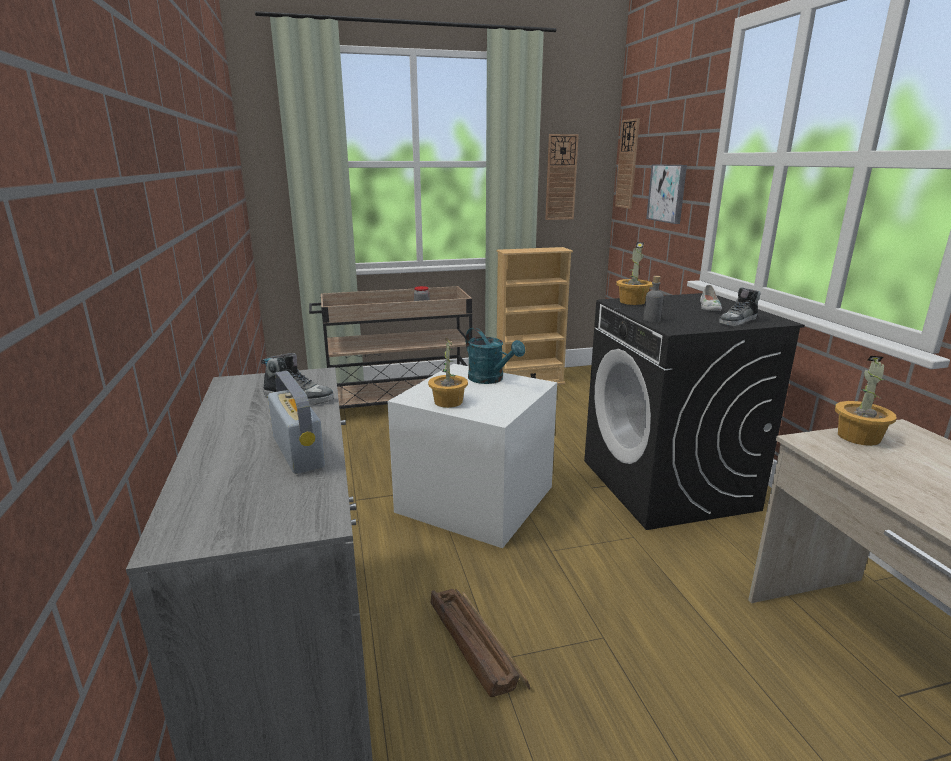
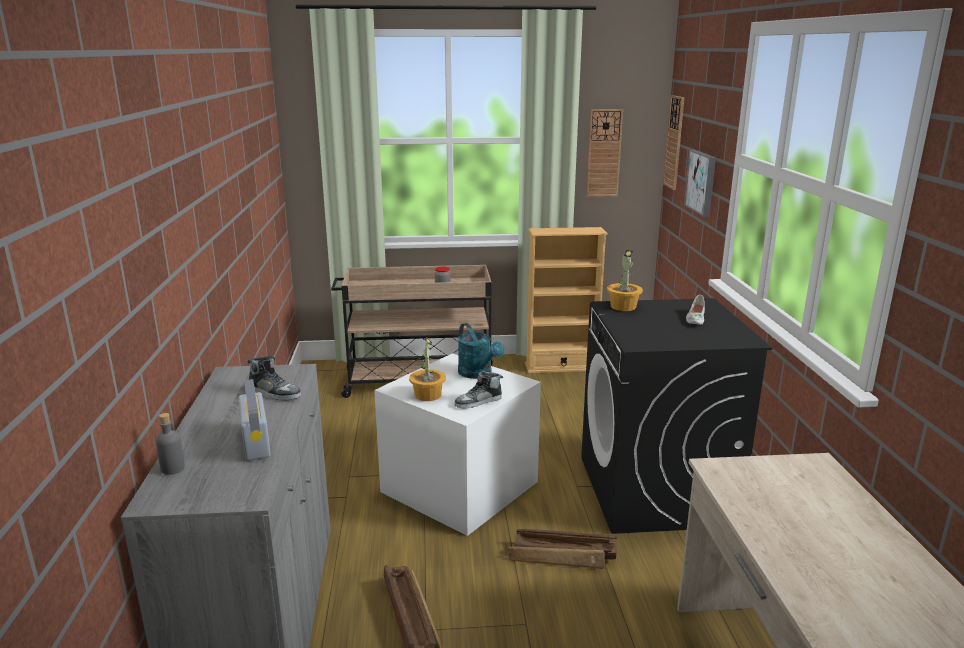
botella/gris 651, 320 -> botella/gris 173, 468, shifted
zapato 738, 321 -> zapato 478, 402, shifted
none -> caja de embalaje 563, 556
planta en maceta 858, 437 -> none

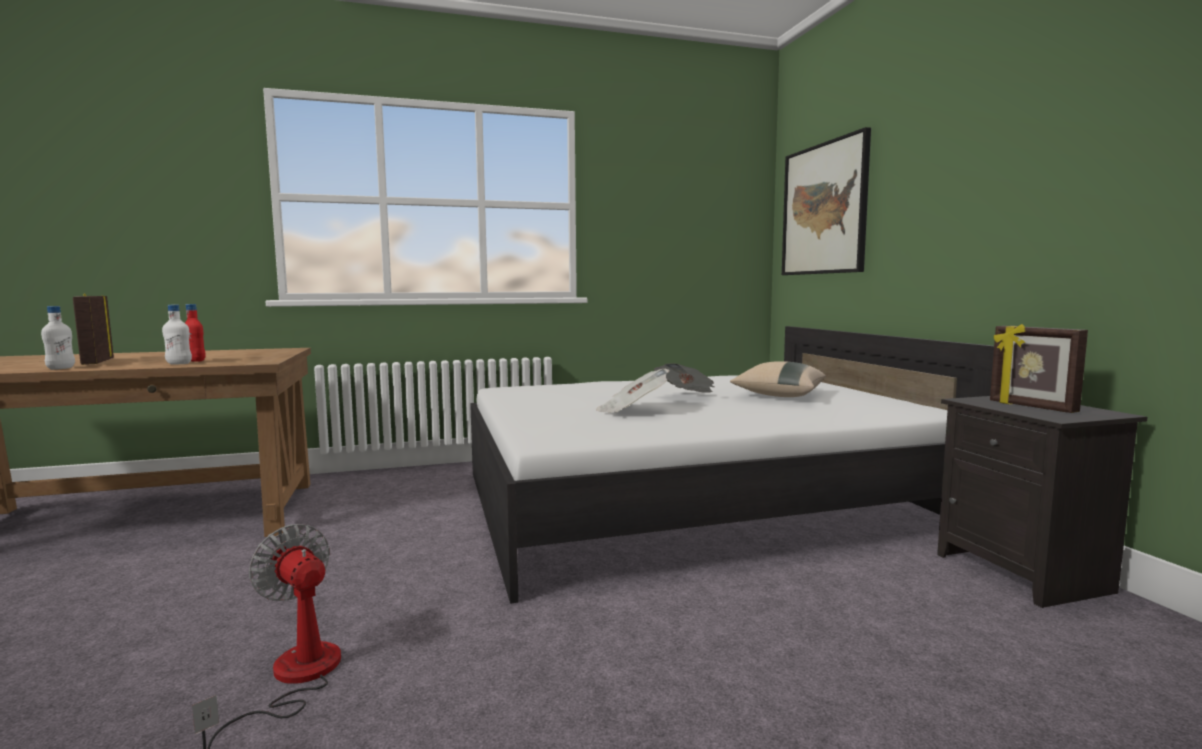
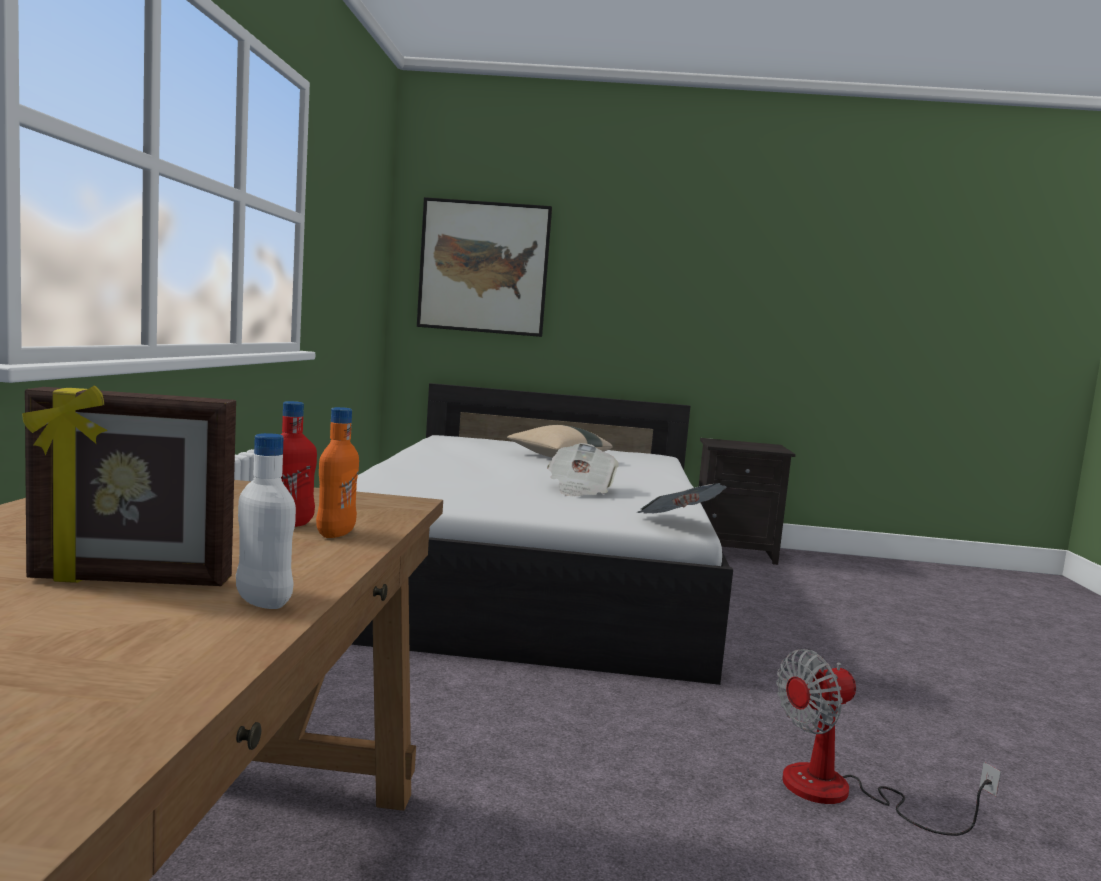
botella/blanco 179, 363 -> botella/naranja 335, 533
periódico 686, 396 -> periódico 678, 522, shifted
portarretratos 1031, 407 -> none

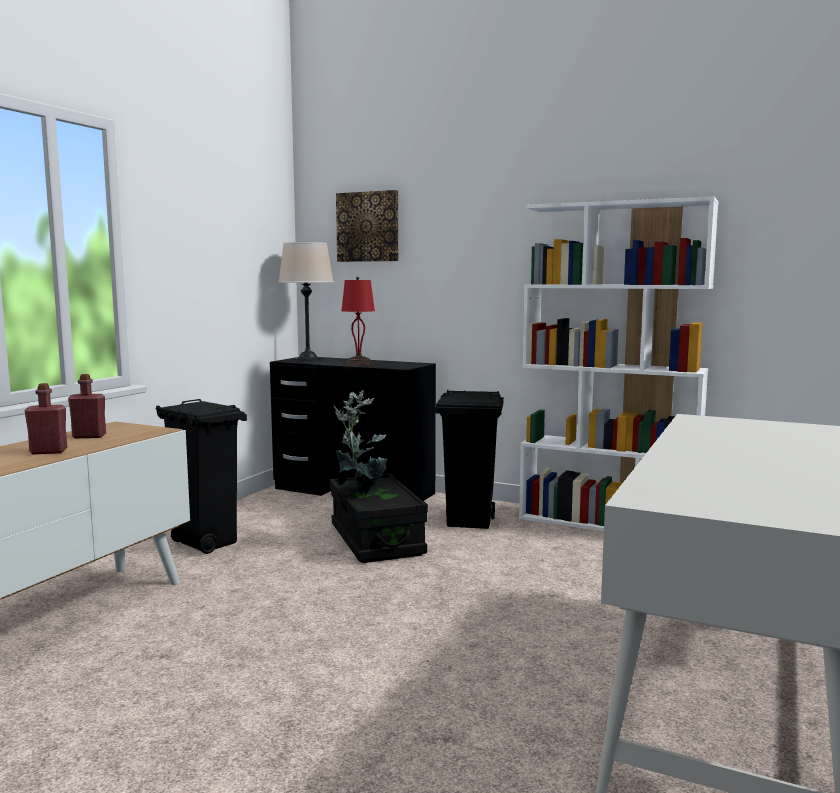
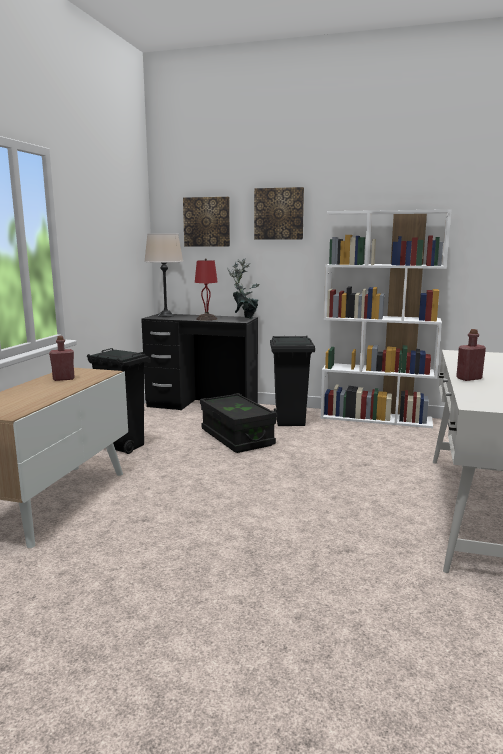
planta en maceta 360, 492 -> planta en maceta 244, 318, shifted
none -> cuadro 279, 214
botella/rojo 48, 452 -> botella/rojo 469, 378, shifted

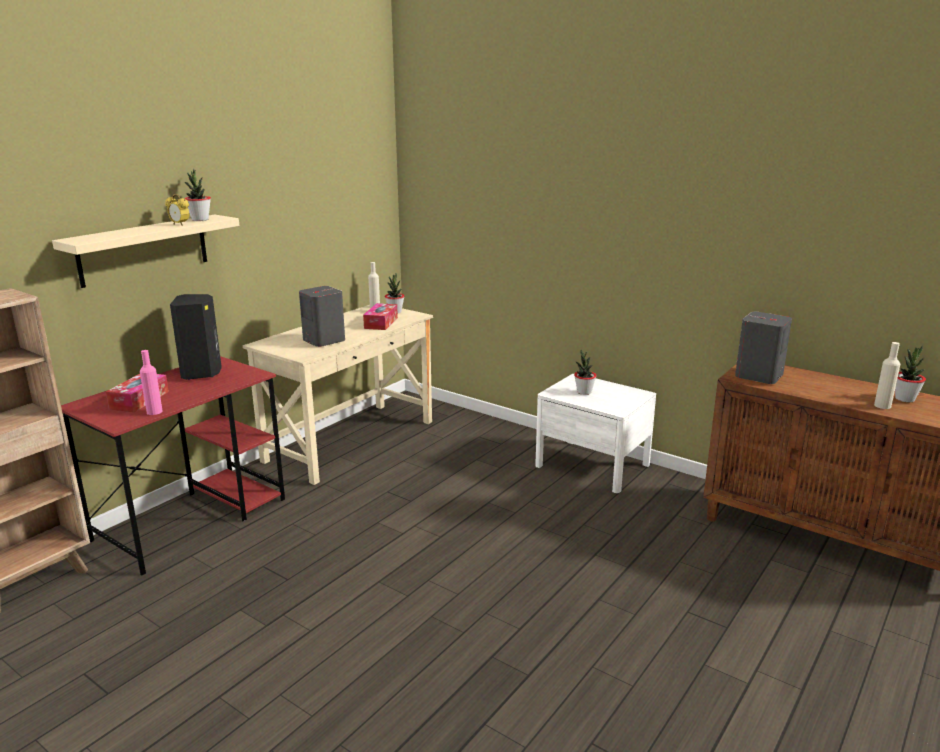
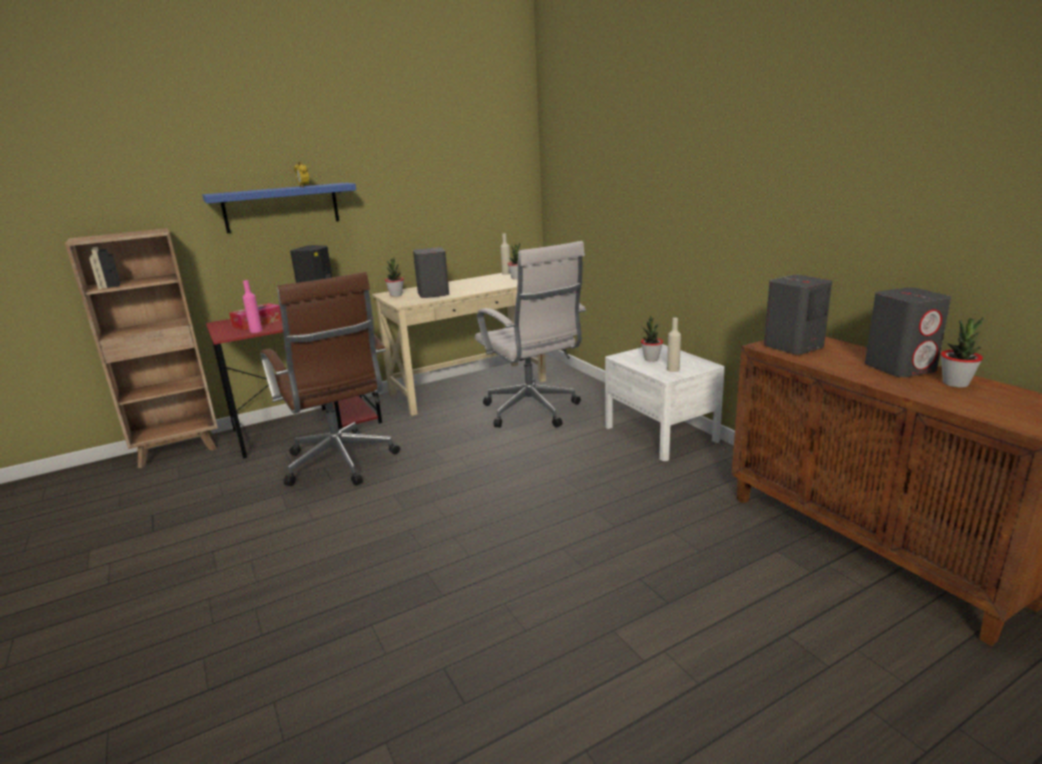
estante/beis 144, 250 -> estante/azul 281, 207
none -> silla de oficina/marrón 341, 464
planta en maceta 200, 219 -> planta en maceta 396, 295, shifted
none -> silla de oficina/blanco 533, 412
botella/beis 882, 406 -> botella/beis 673, 369, shifted
none -> altavoz/gris 900, 367
caja de pañuelos 381, 323 -> none

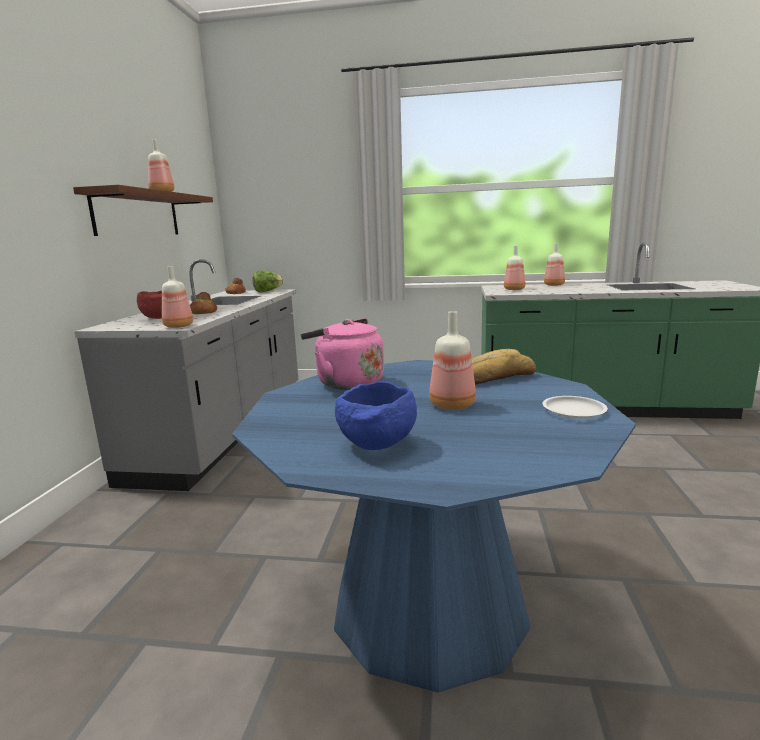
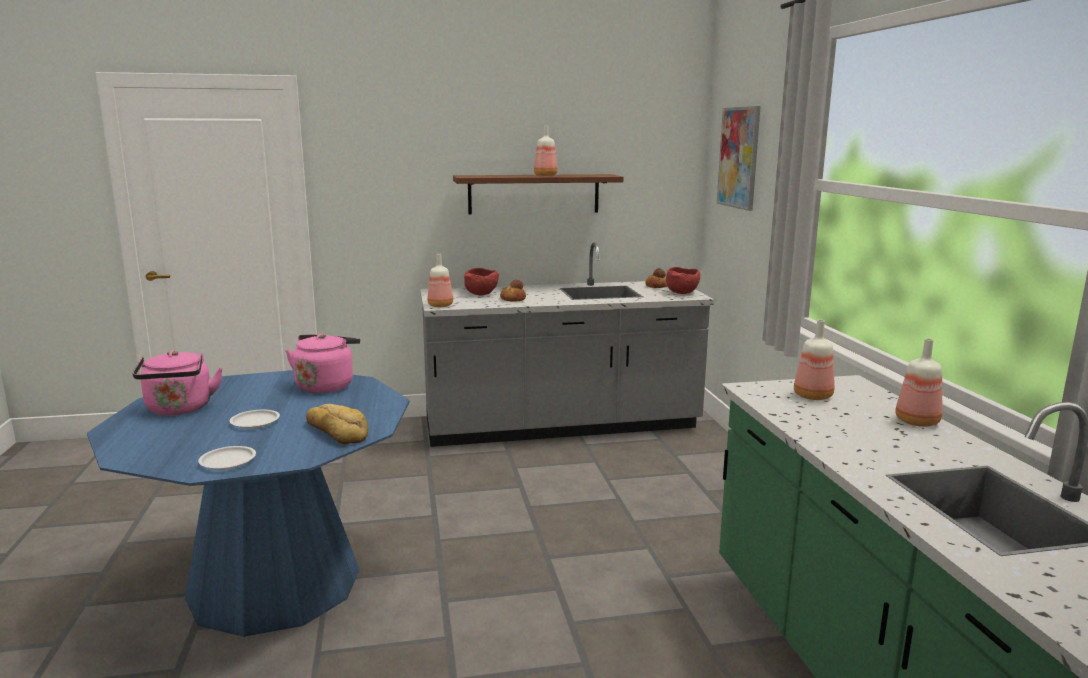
cuenco/azul 377, 446 -> hervidor/rosa 179, 410
botella 453, 406 -> plato/blanco 254, 422
lechuga 267, 291 -> cuenco/rojo 682, 293
none -> cuadro 739, 157

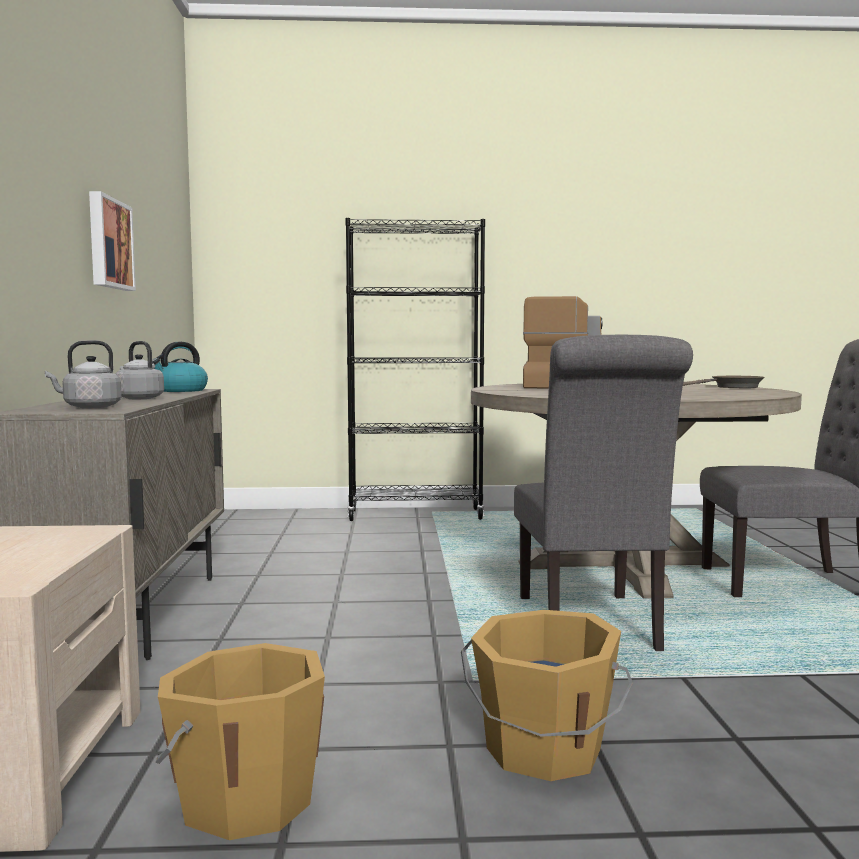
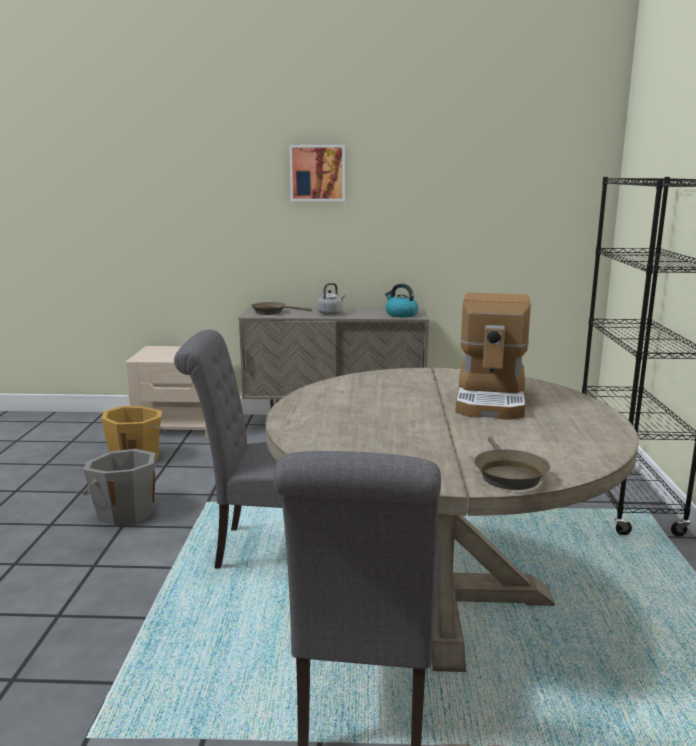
cubo/naranja 543, 750 -> cubo/gris 125, 512
hervidor/gris 89, 407 -> sartén/marrón 272, 312
cuadro 108, 244 -> cuadro 317, 173, shifted

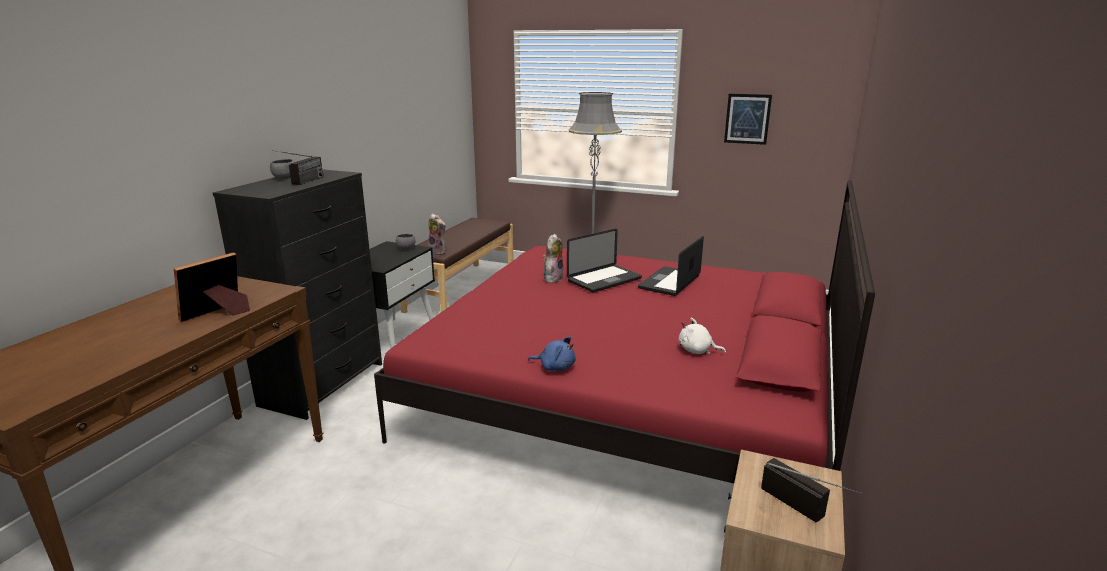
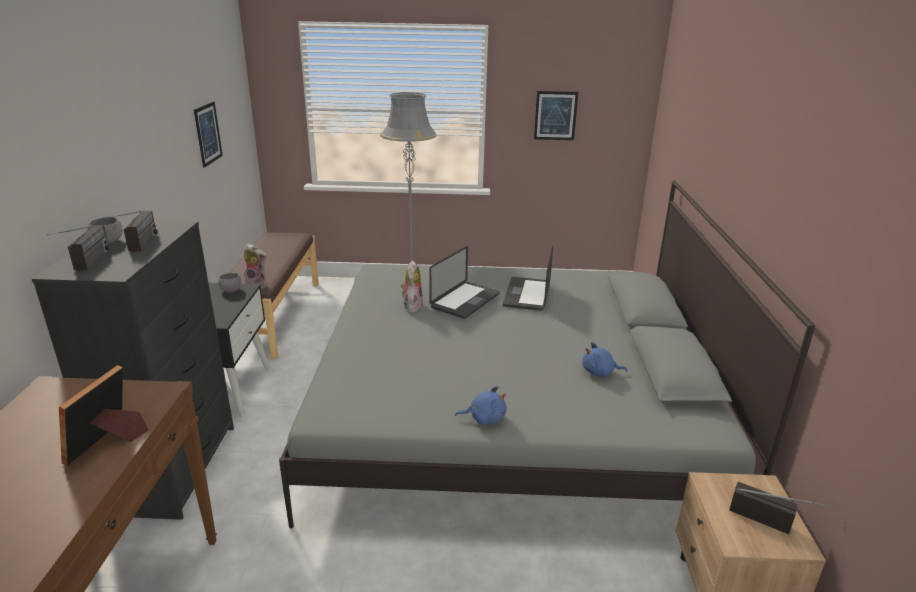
none -> radio 88, 265
none -> cuadro 208, 134
cama/rojo 630, 391 -> cama/gris 509, 410
peluche/blanco 697, 351 -> peluche/azul 600, 373

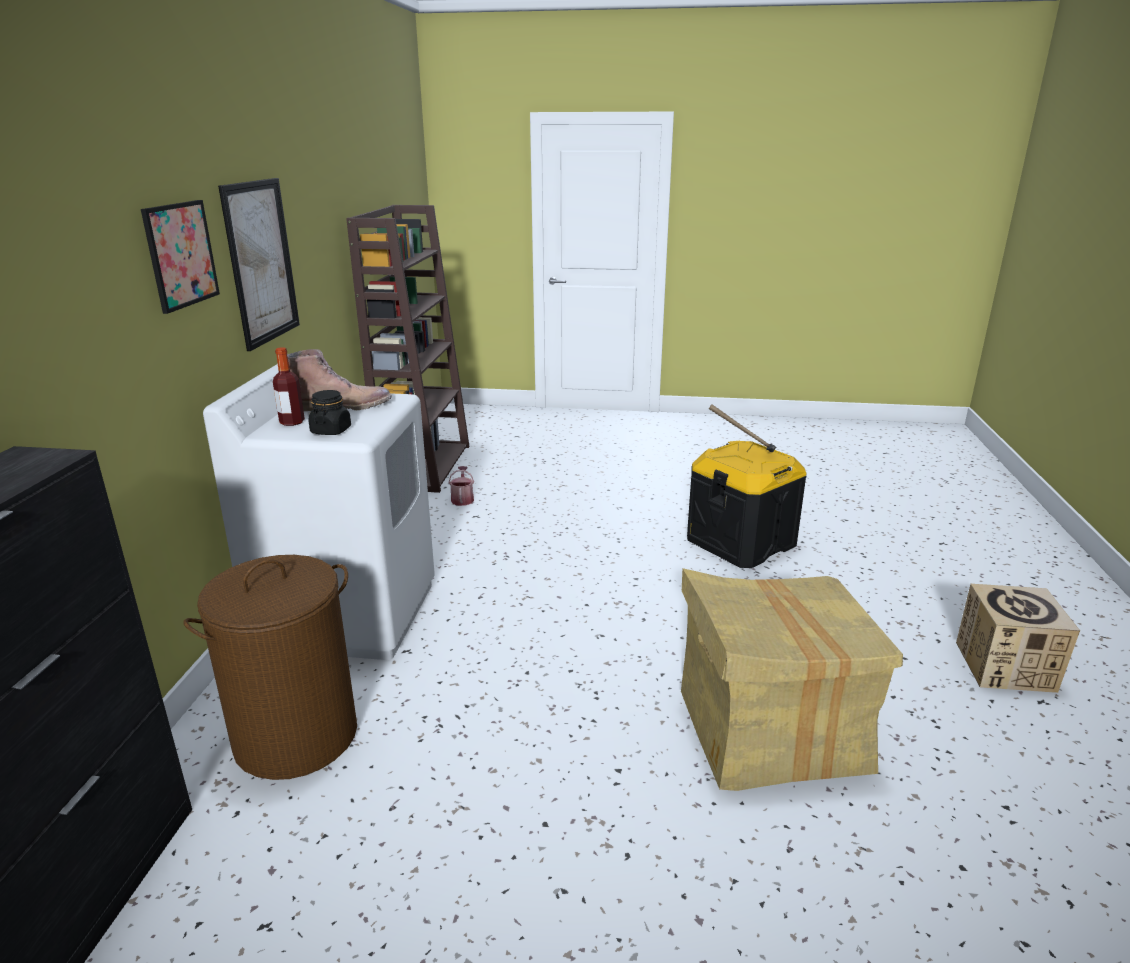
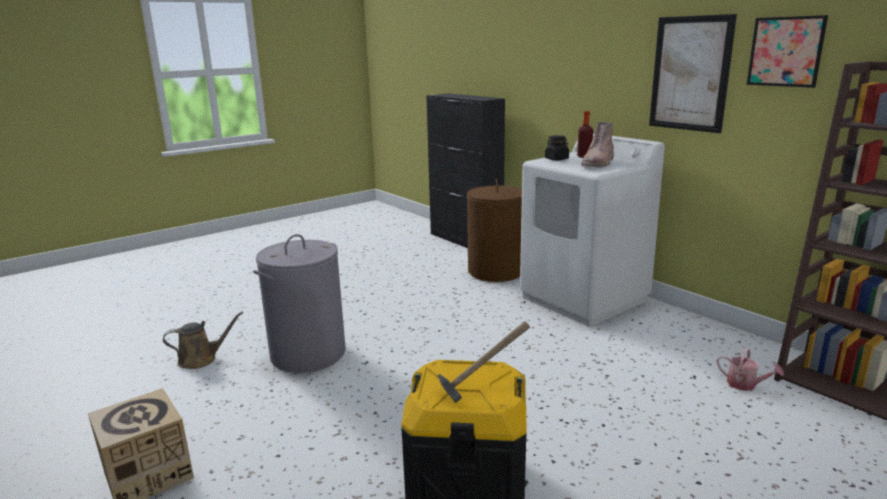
none -> regadera/marrón 201, 359
caja de cartón 769, 732 -> cesto de la ropa/gris 308, 354
cuadro 181, 255 -> cuadro 785, 51, shifted

